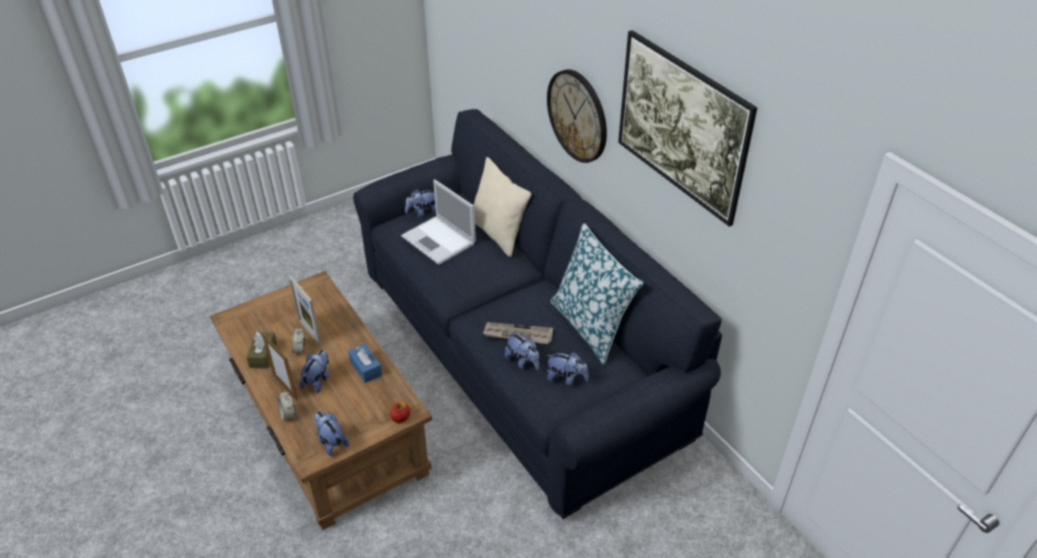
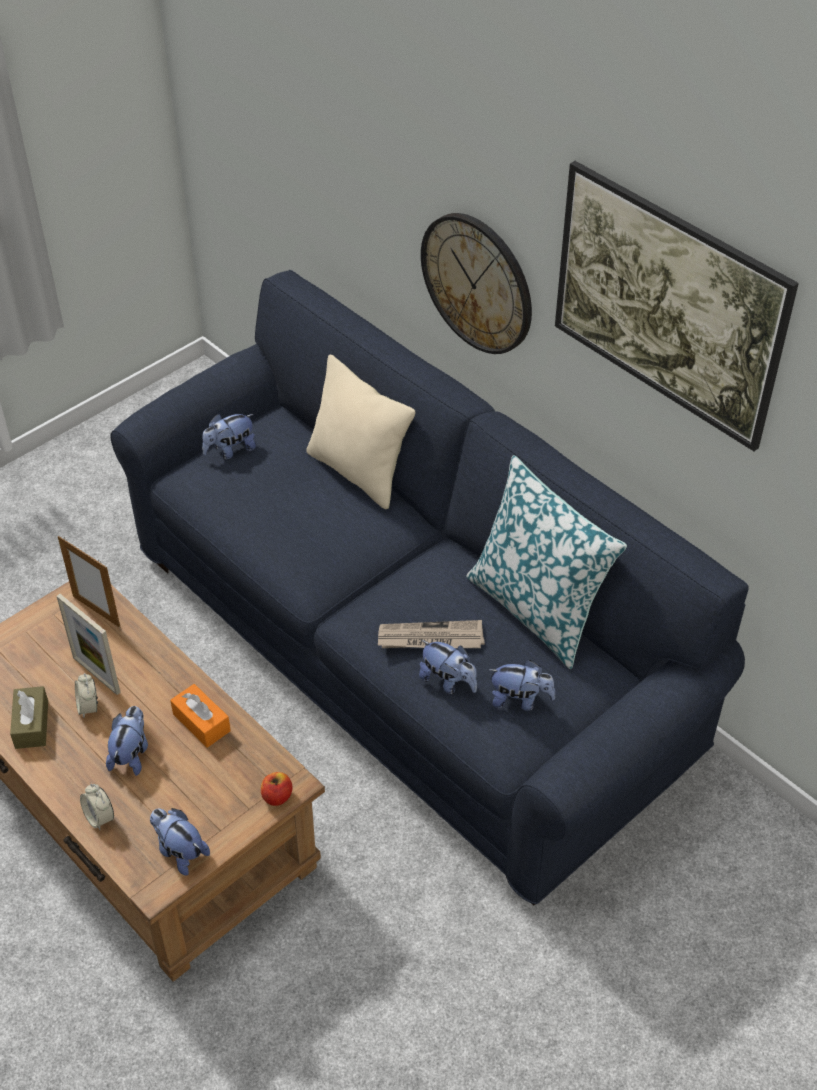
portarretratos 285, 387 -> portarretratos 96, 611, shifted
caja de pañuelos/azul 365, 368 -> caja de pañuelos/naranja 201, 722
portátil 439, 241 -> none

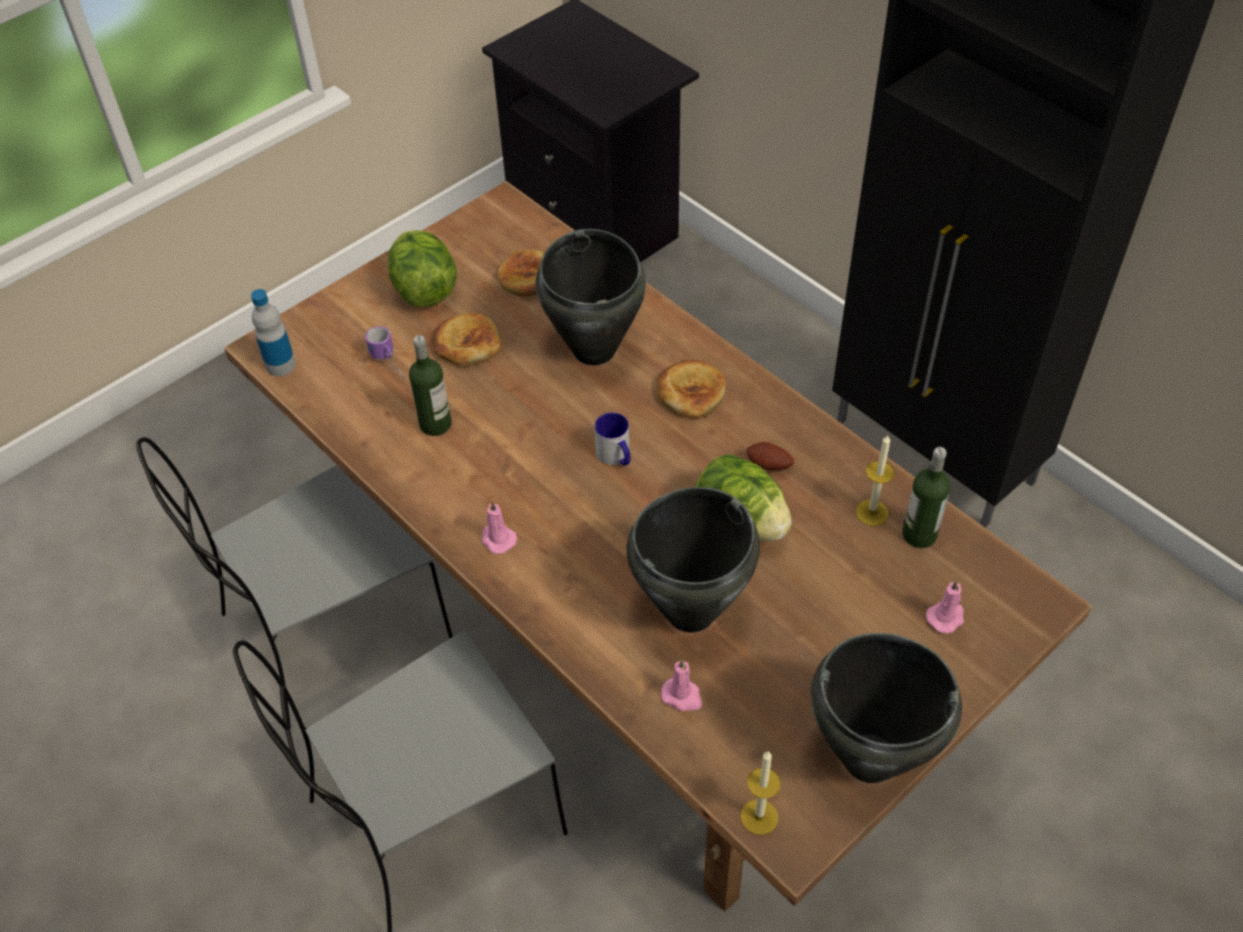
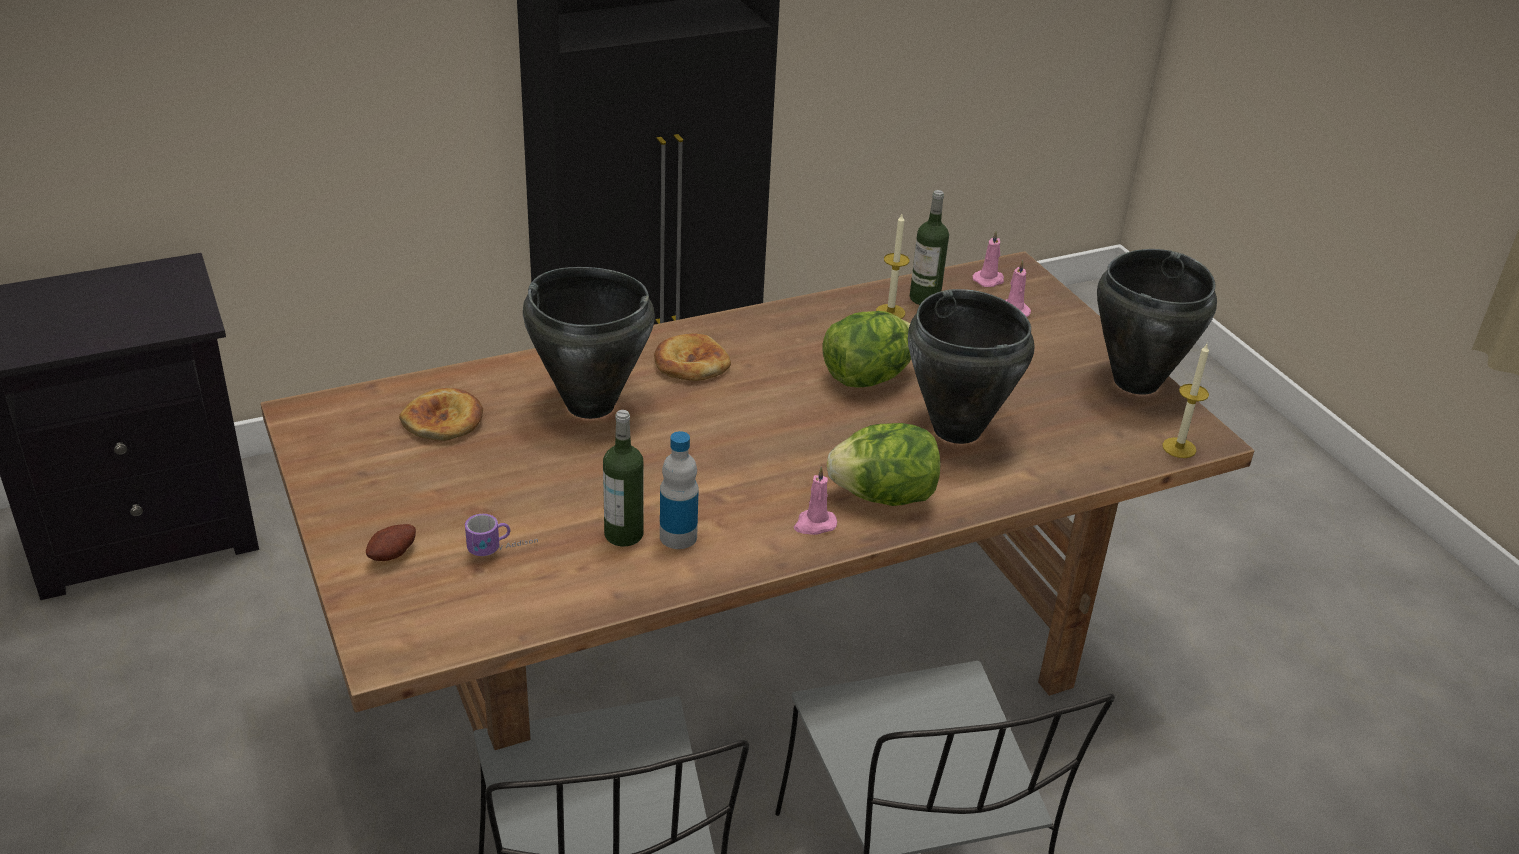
patata 768, 466 -> patata 394, 555, shifted
botella 280, 365 -> botella 678, 536, shifted
lechuga 424, 290 -> lechuga 884, 496, shifted
vela/rosa 682, 696 -> vela/rosa 989, 280, shifted
pan 467, 344 -> none
taza grande 616, 457 -> none

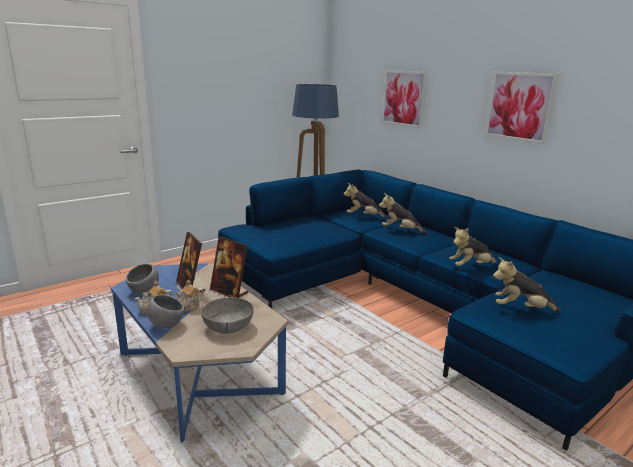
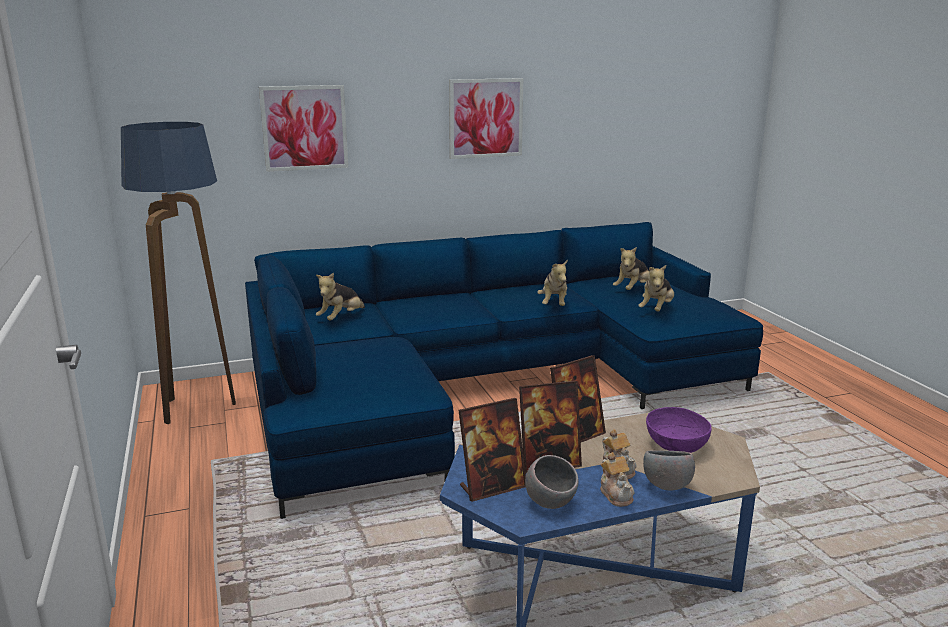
none -> portarretratos 492, 487
peluche 400, 230 -> peluche 632, 289, shifted
cuenco/gris 228, 326 -> cuenco/morado 676, 445

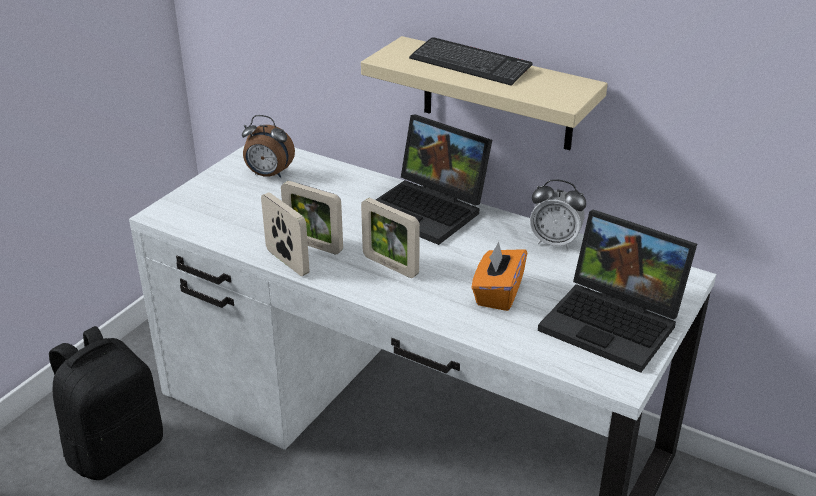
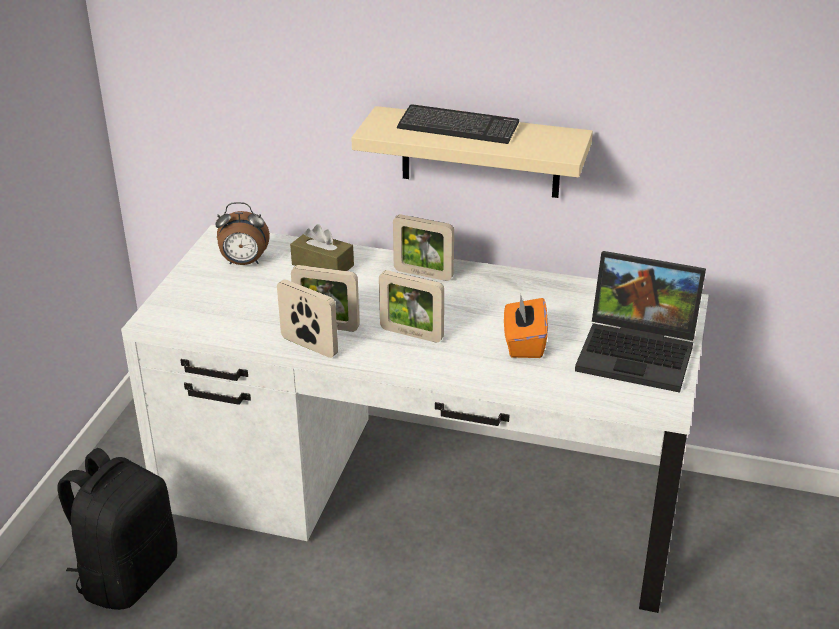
none -> caja de pañuelos/marrón 322, 265
portátil 430, 209 -> portarretratos 423, 274
despertador 554, 242 -> none

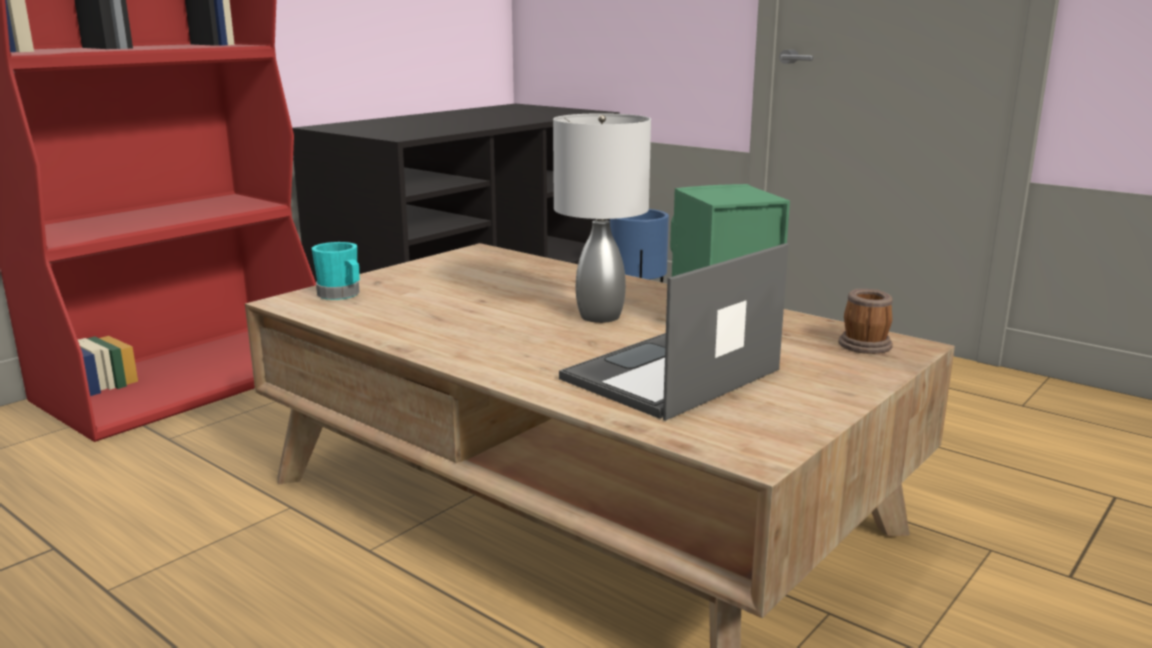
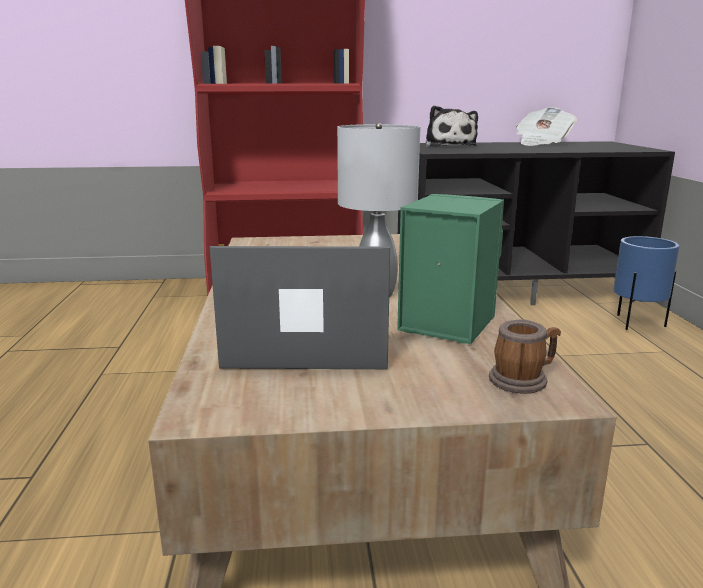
none -> peluche 449, 146
none -> periódico 542, 143
taza grande/turquesa 341, 295 -> none

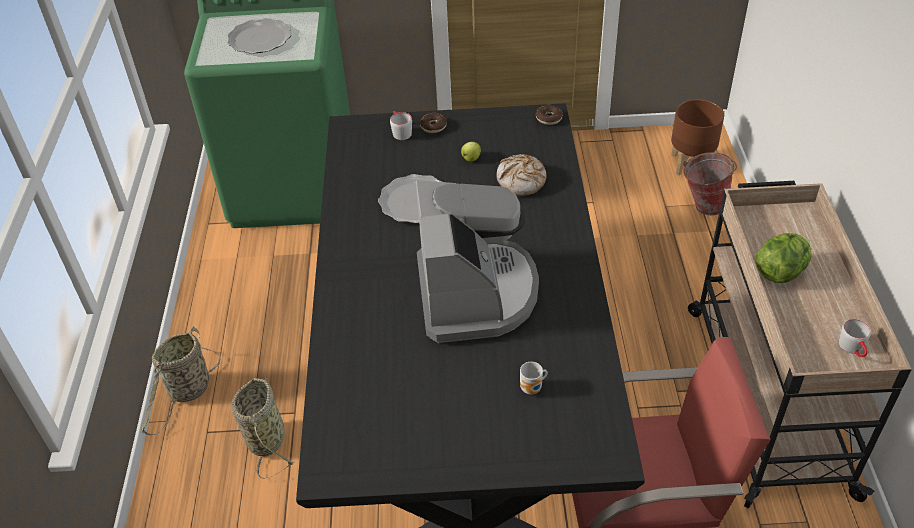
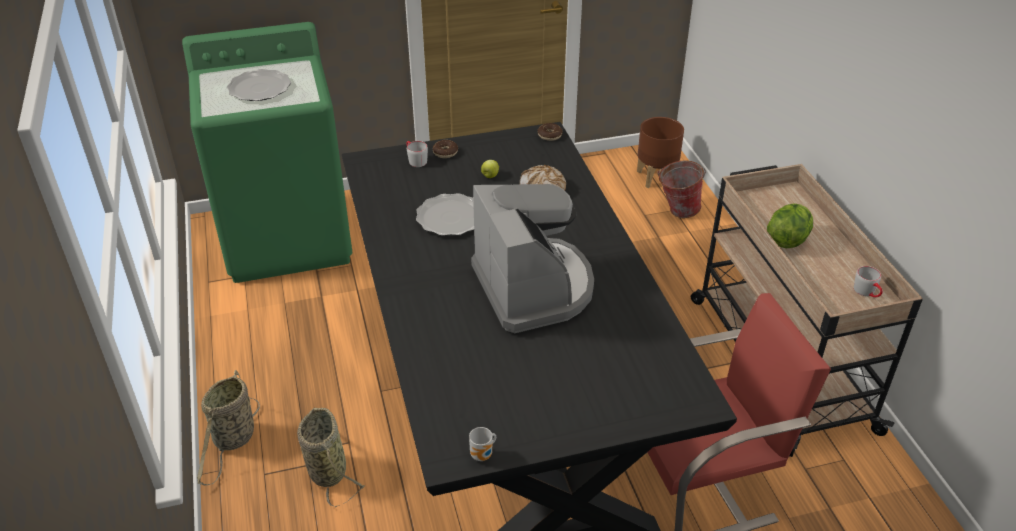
taza grande 533, 389 -> taza grande 483, 455, shifted

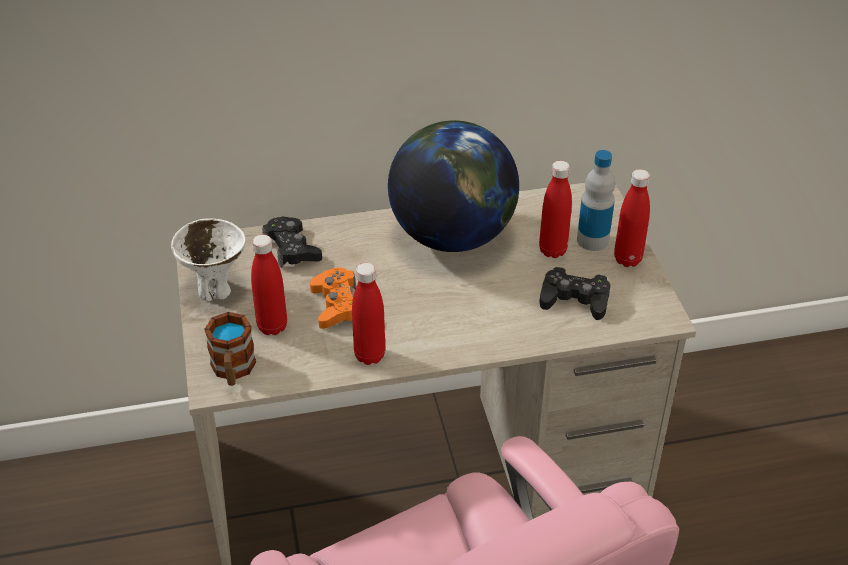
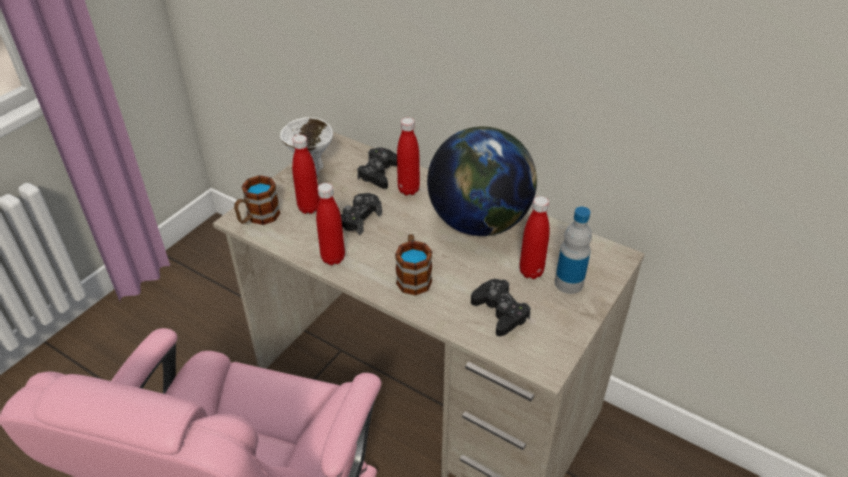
mando de consola/naranja 337, 305 -> mando de consola/negro 357, 218
none -> taza grande 413, 276
botella/rojo 627, 259 -> botella/rojo 408, 190, shifted

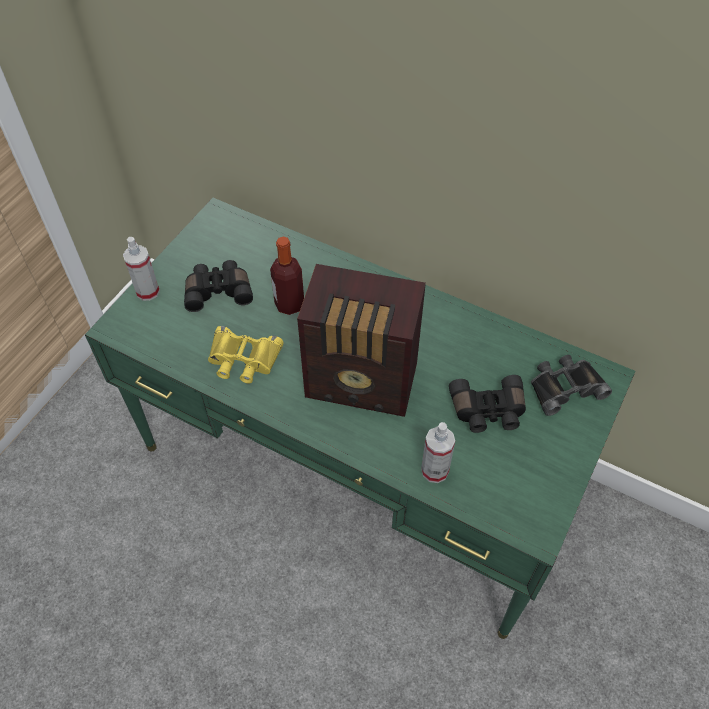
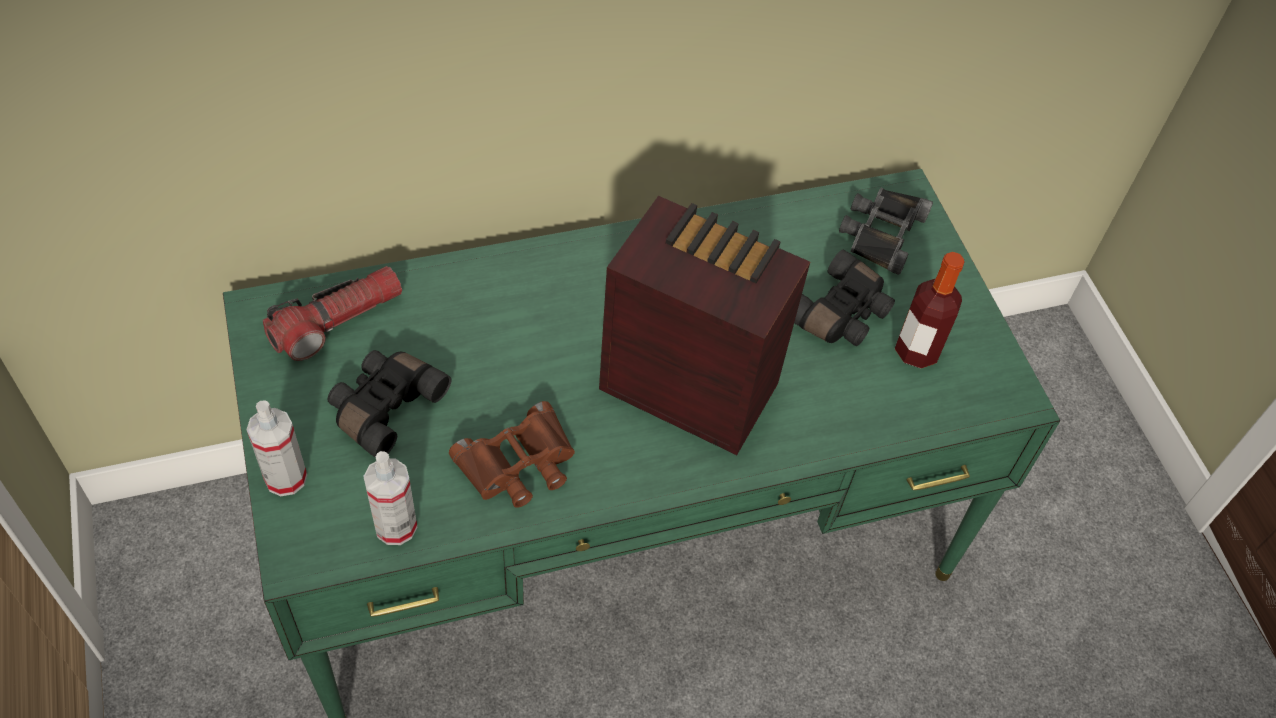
none -> linterna 337, 321
pulverizador 435, 470 -> pulverizador 396, 526, shifted
prismáticos/amarillo 243, 359 -> prismáticos/marrón 519, 464
radio 363, 383 -> radio 687, 383, 120 degrees counterclockwise
botella 289, 304 -> botella 916, 351, shifted

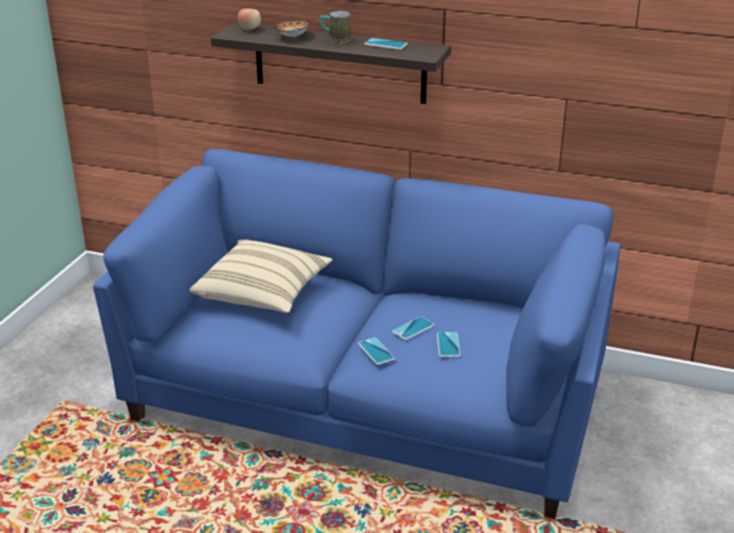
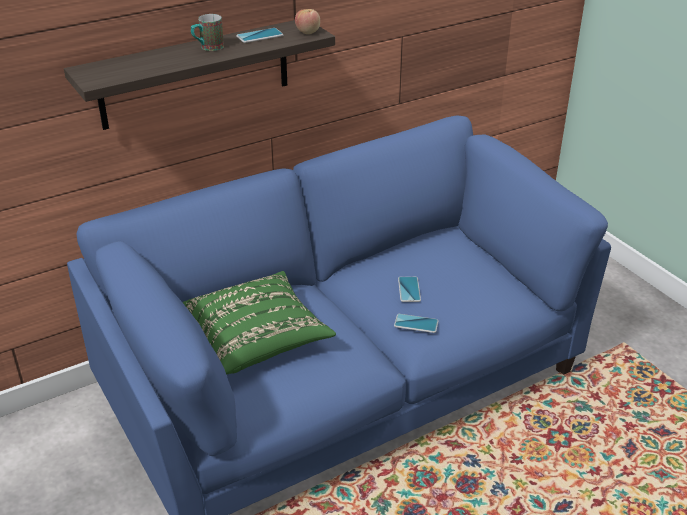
cojín/beis 263, 294 -> cojín/verde 257, 339
manzana 250, 29 -> manzana 307, 32, shifted
cuenco 293, 36 -> none
móvil 448, 345 -> none

